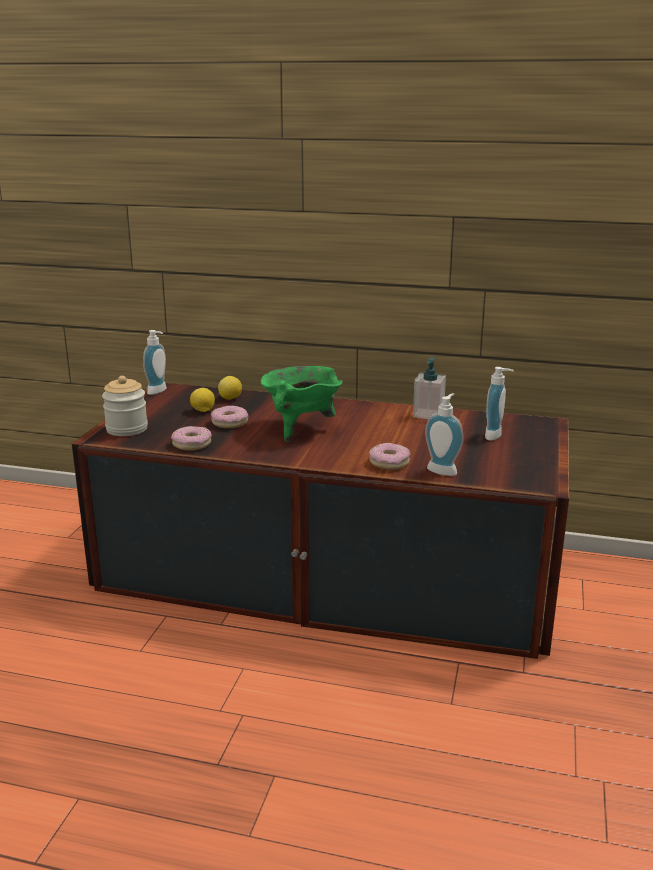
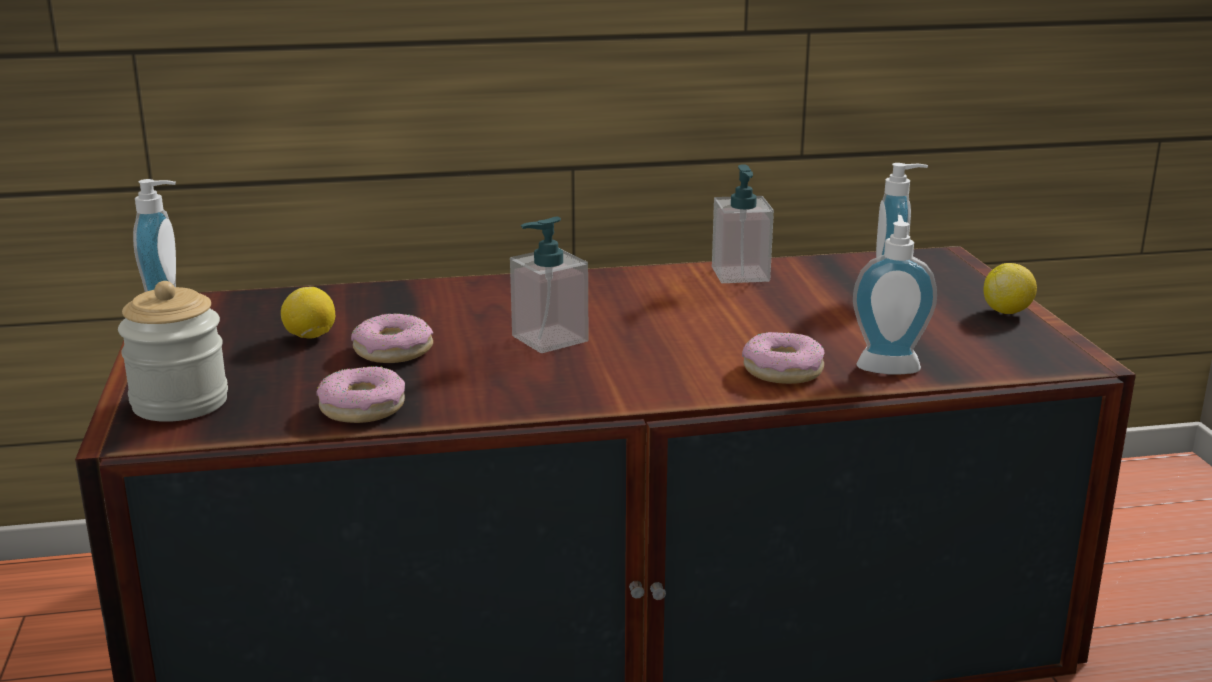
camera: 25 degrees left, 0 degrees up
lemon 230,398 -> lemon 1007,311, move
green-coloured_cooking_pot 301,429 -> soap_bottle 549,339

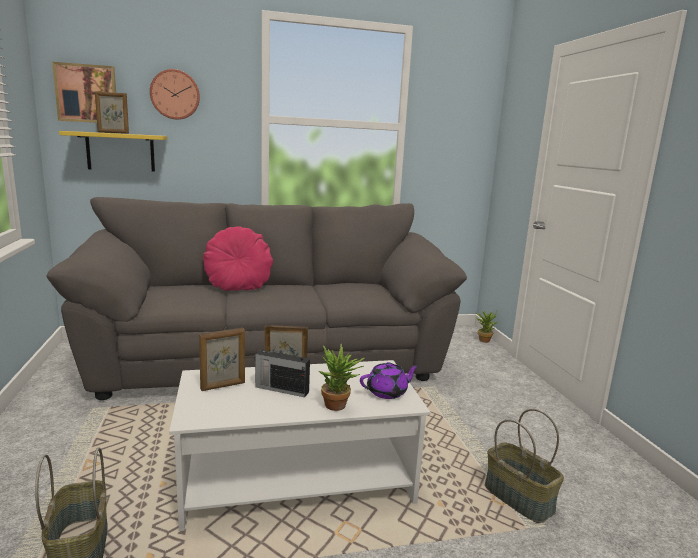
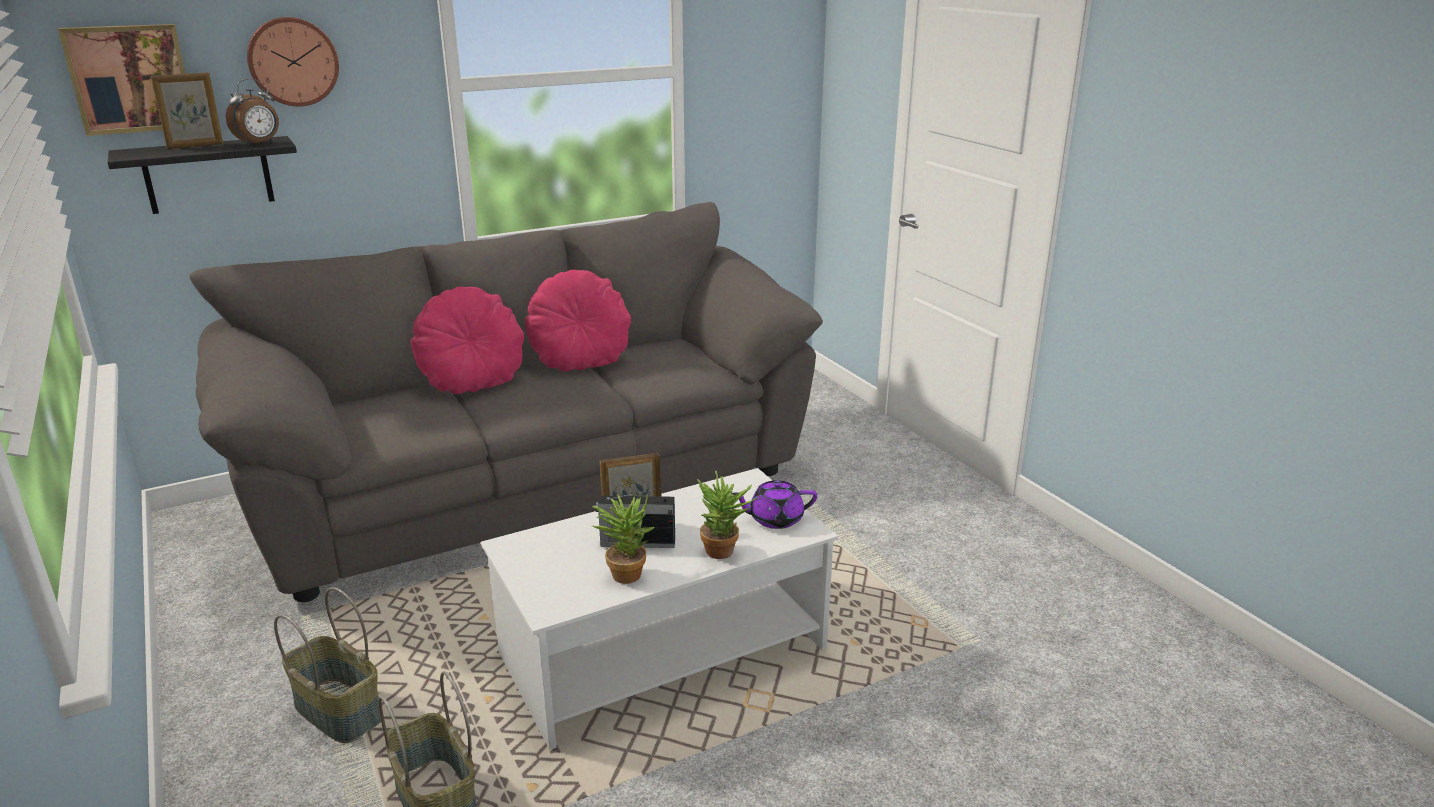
camera: 15 degrees left, 10 degrees up
standing_frame 223,386 -> none
none -> alarm_clock 259,144
none -> pink-coloured_throw_pillow 581,365
potted_plant 484,339 -> potted_plant 626,572, move
household_basket 519,498 -> household_basket 340,711, move
yellow_bracket_shelf 120,152 -> blackish_bracket_shelf 208,175
purple_tea_pot 388,392 -> purple_tea_pot 774,519, 150 degrees counterclockwise

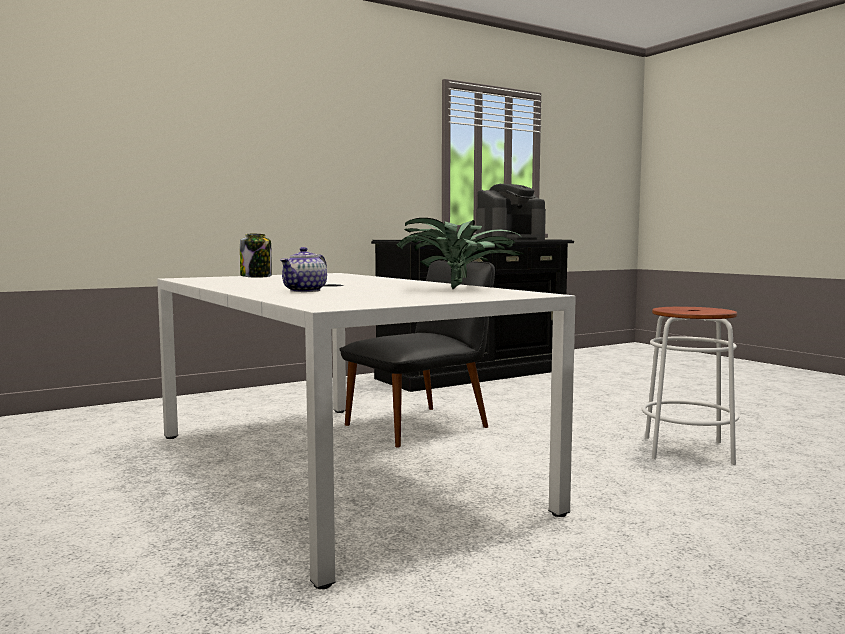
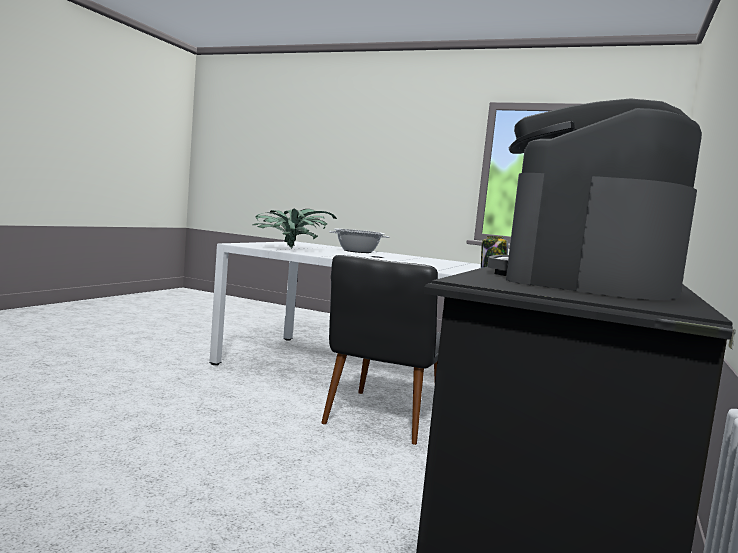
camera: 145 degrees right, 0 degrees up
white-coloured_sitting_stool 687,450 -> none
tea_pot 305,291 -> cooking_pot 357,251

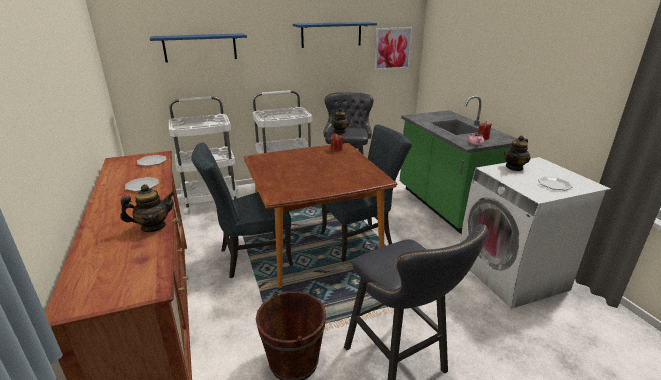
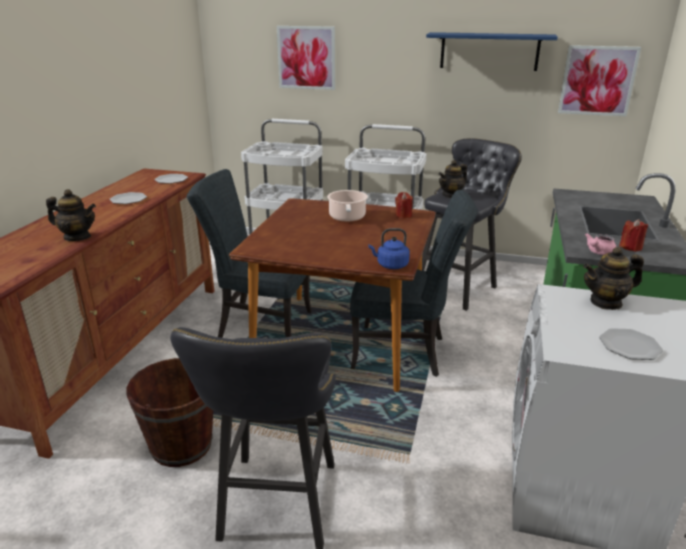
camera: 35 degrees right, 0 degrees up
none -> cooking_pot 347,218
none -> blue-coloured_tea_kettle 390,265
blue-coloured_bracket_shelf 200,47 -> wall_art 306,57

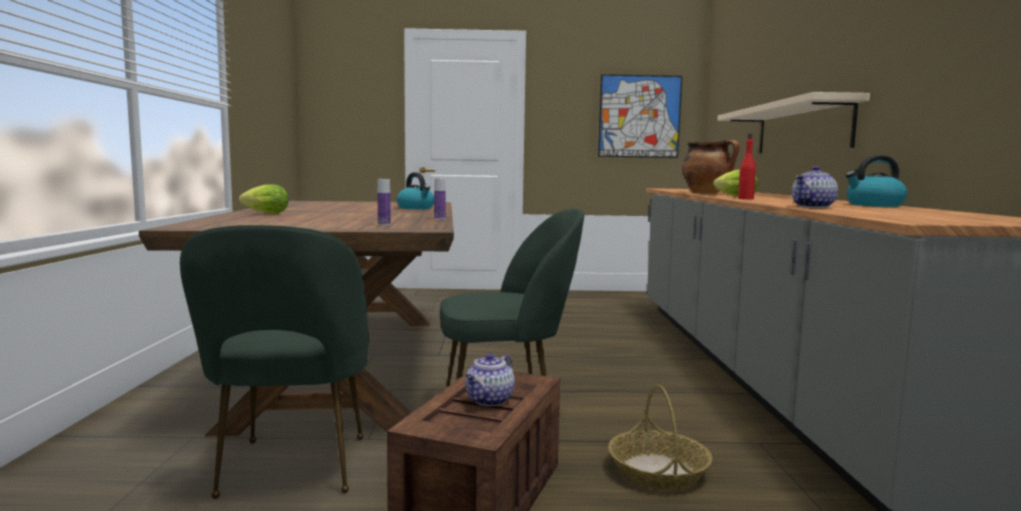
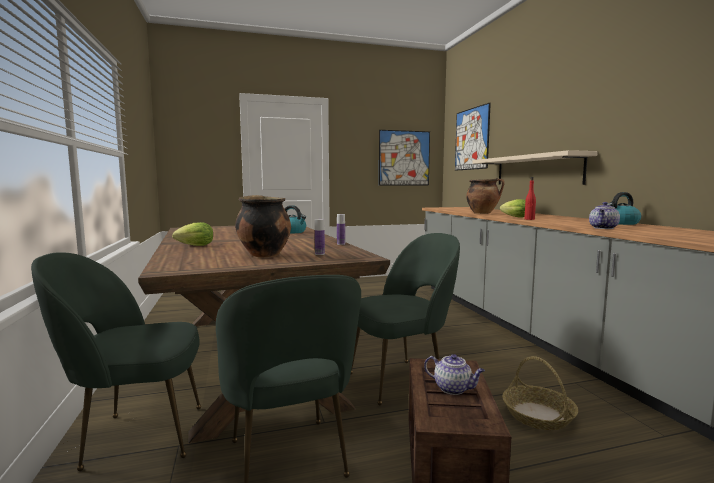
camera: 15 degrees left, 0 degrees up
none -> green-coloured_upright_chair 135,437
none -> cooking_pot 263,255
none -> wall_art 471,139
tea_pot 489,400 -> tea_pot 453,388, 75 degrees counterclockwise

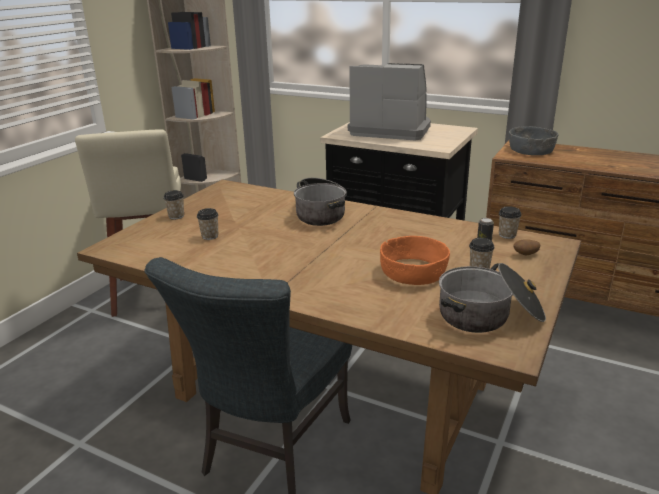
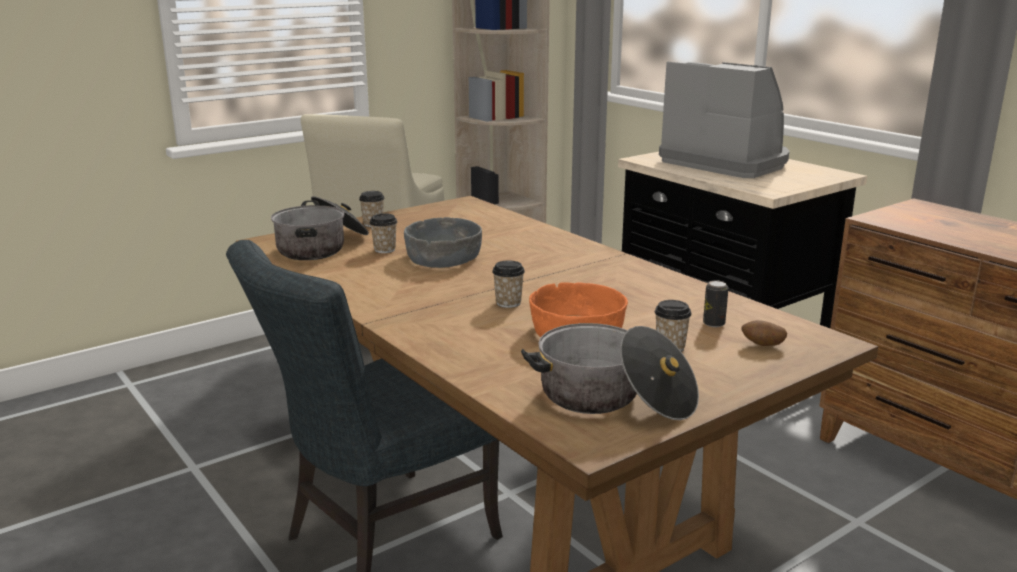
camera: 25 degrees right, 5 degrees down
cooking_pot 322,213 -> cooking_pot 322,247, move
small_cup 507,235 -> small_cup 508,303, move
grey_deep_dish 530,149 -> grey_deep_dish 443,256, move

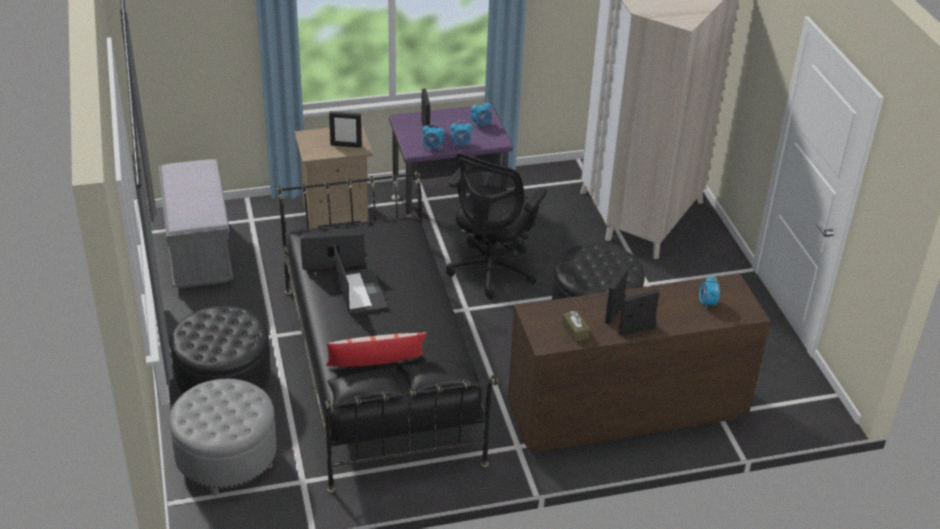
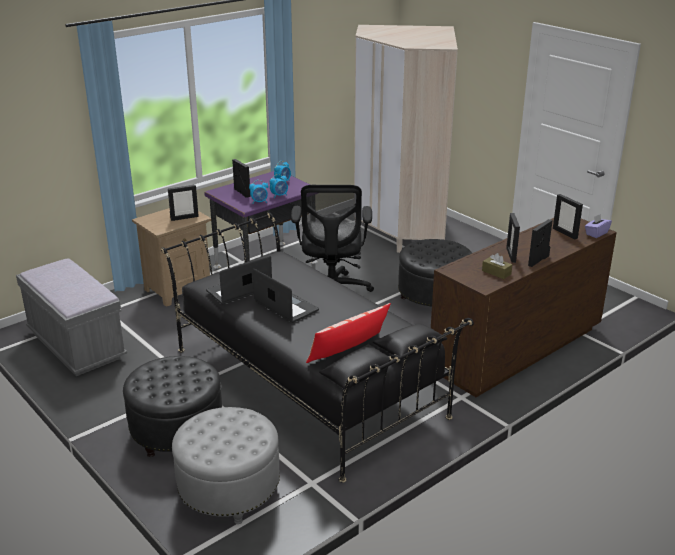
camera: 25 degrees left, 10 degrees down
none -> purple_tissue_box 596,233
alarm_clock 707,303 -> standing_frame 565,233

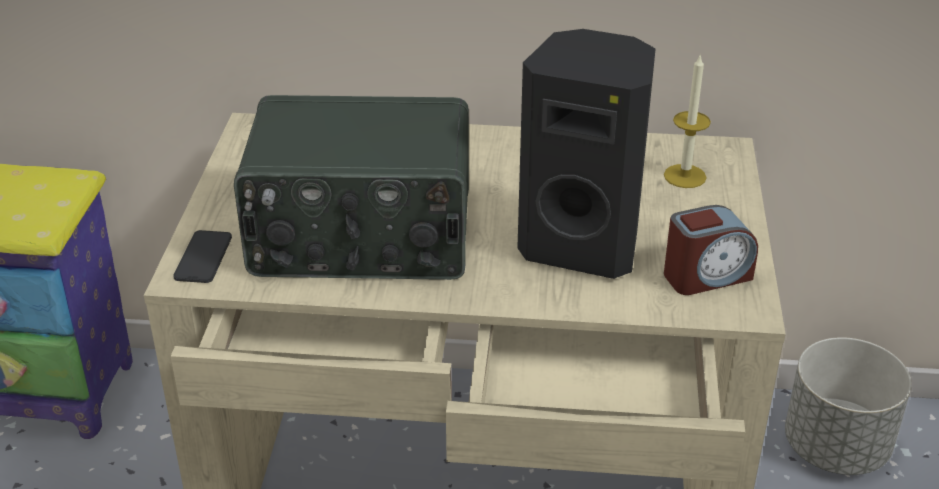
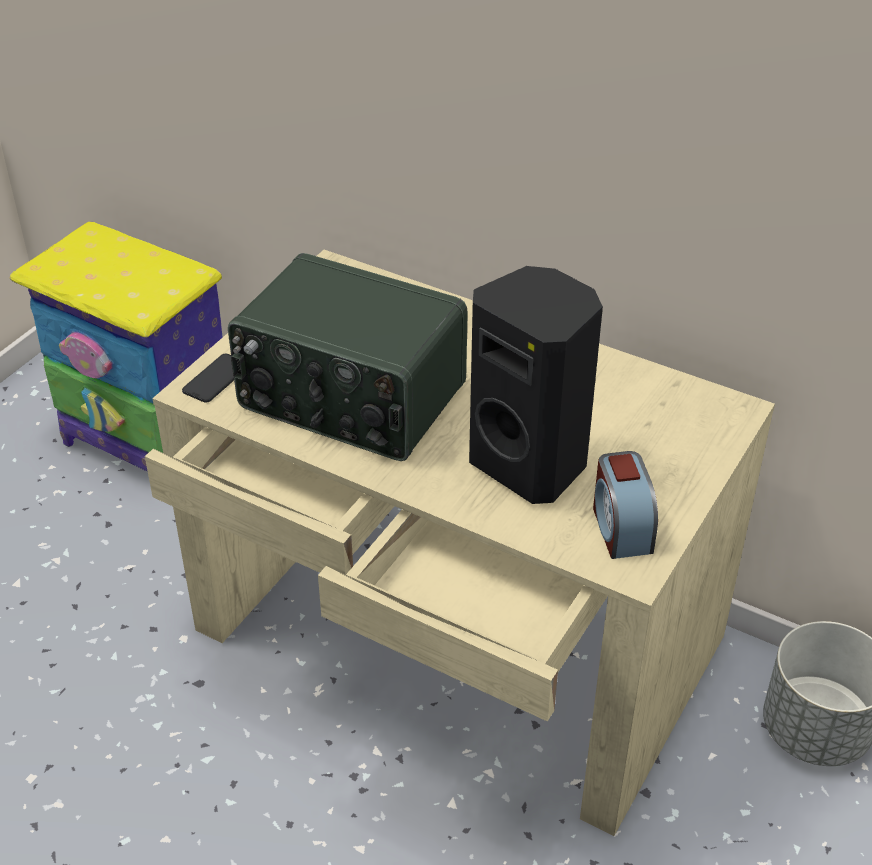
camera: 25 degrees right, 5 degrees up
wax_candle 685,176 -> none
alarm_clock 706,276 -> alarm_clock 621,528, 75 degrees clockwise

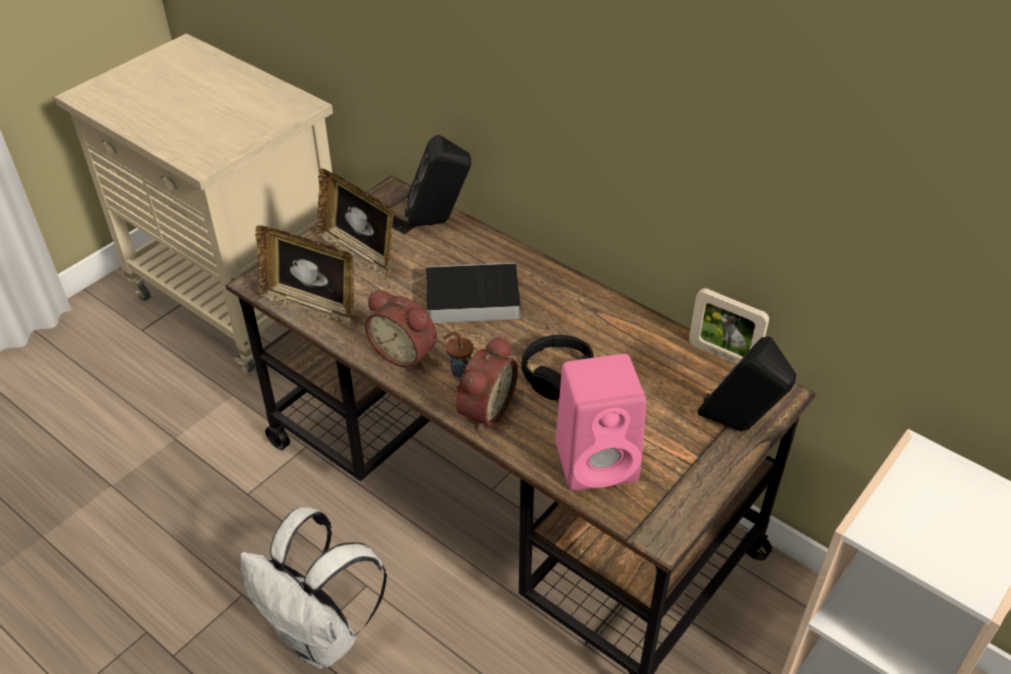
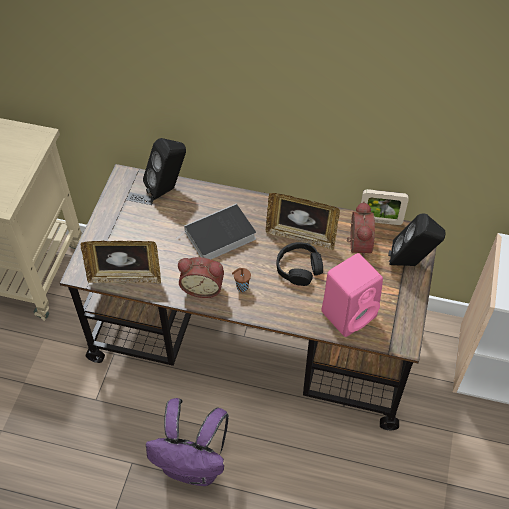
camera: 25 degrees left, 10 degrees up
standing_frame 359,252 -> standing_frame 301,236, move
alarm_clock 483,409 -> alarm_clock 357,244, move
white-coloured_rucksack 321,635 -> purple_rucksack 194,466

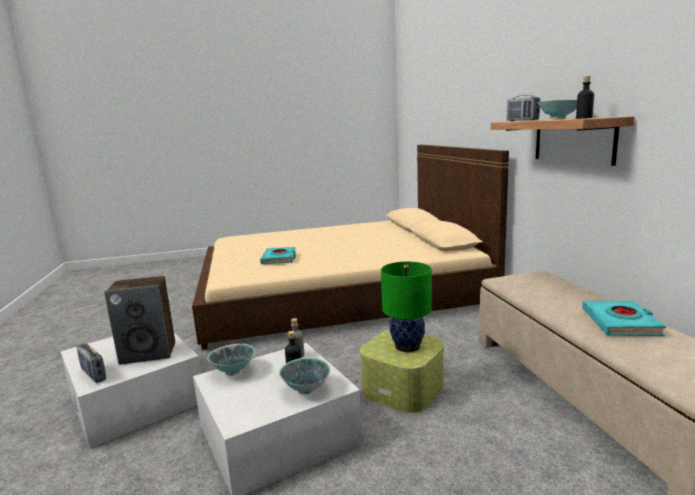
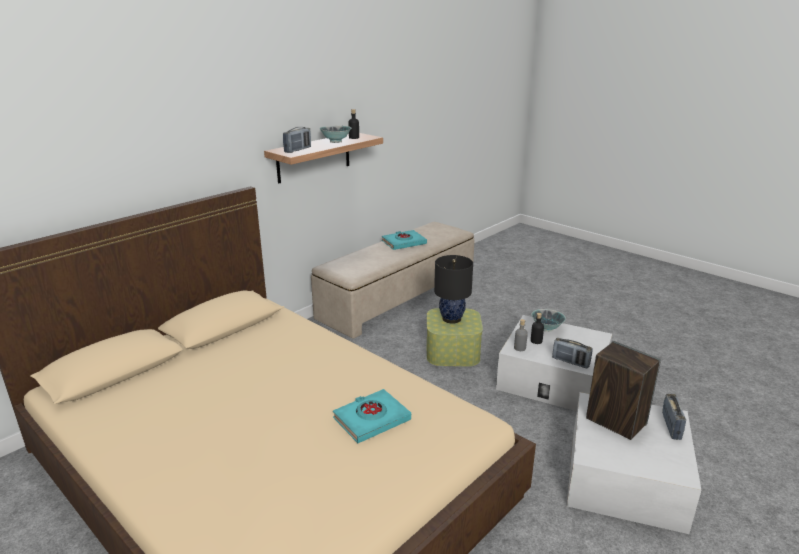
camera: 125 degrees left, 10 degrees up
deep_dish 234,372 -> radio_set 570,362
green-coloured_lamp_for_a_table 407,346 -> blackish_lamp_for_a_table 451,318

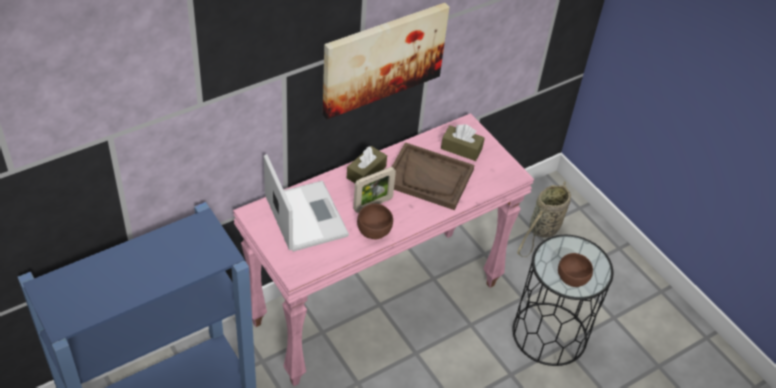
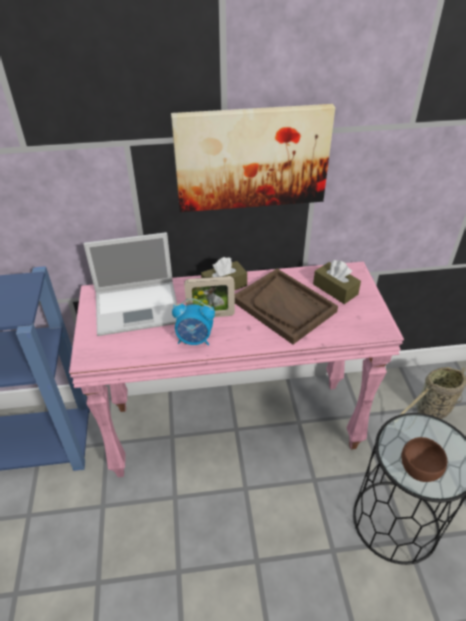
camera: 30 degrees right, 5 degrees down
brownish_deep_dish 374,230 -> alarm_clock 195,340
portable_computer 305,215 -> portable_computer 139,307, 75 degrees clockwise

